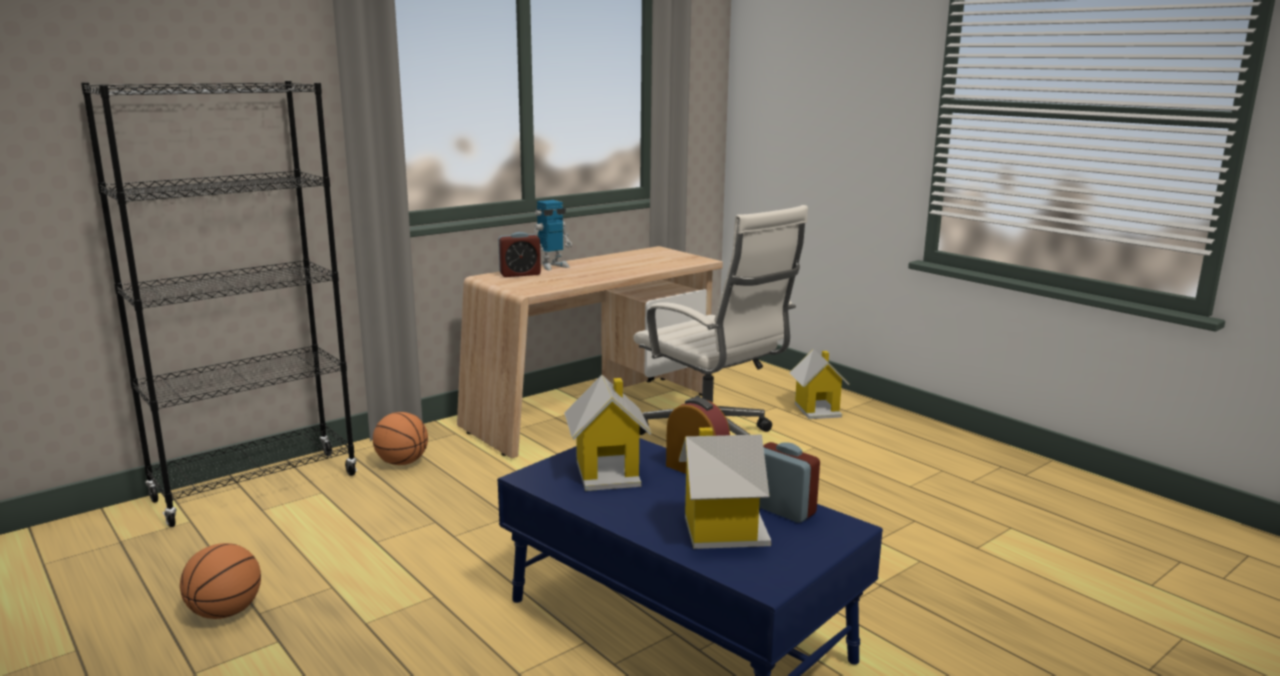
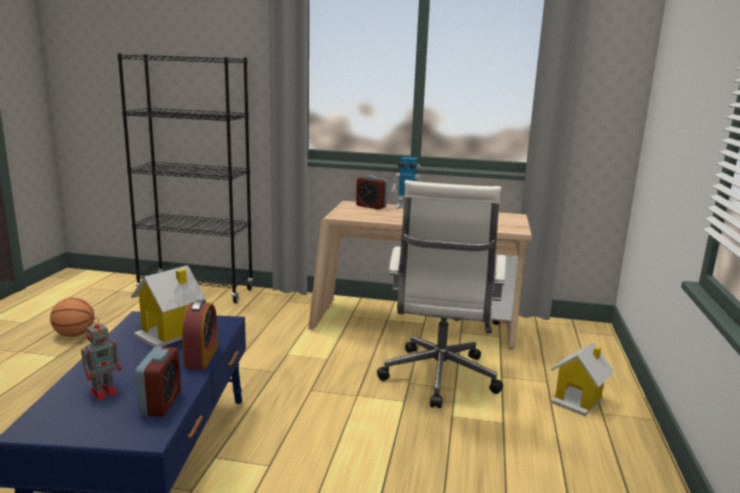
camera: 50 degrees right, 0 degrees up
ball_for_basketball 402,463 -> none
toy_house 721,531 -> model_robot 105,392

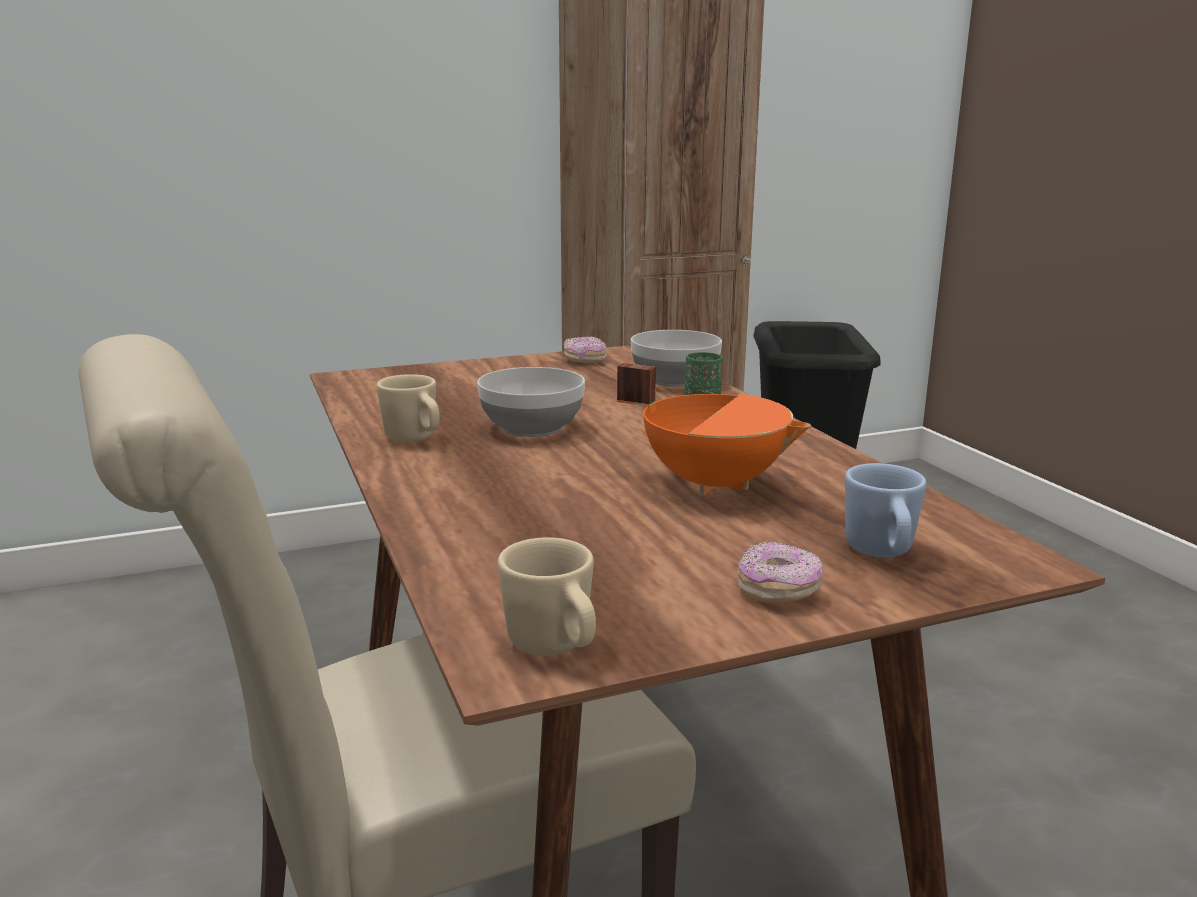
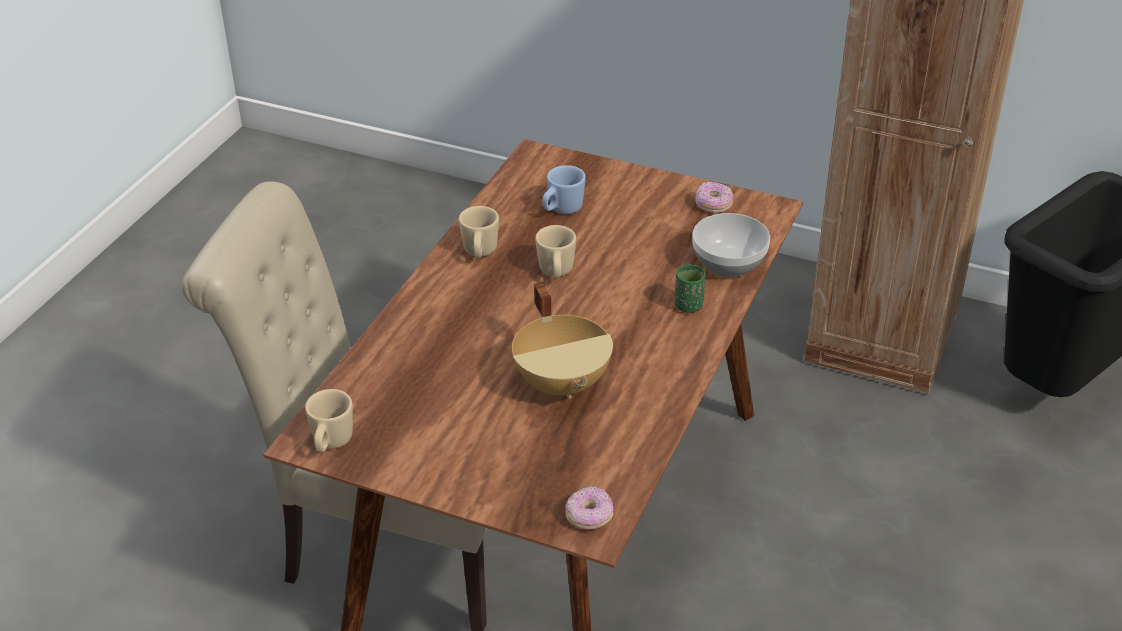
camera: 45 degrees right, 20 degrees up
donut 778,591 -> donut 589,517, move
blue-coloured_mug 882,554 -> blue-coloured_mug 561,210, move
deep_dish 532,427 -> beige_mug 556,273
orangey_cooking_pot 714,482 -> beige_cooking_pot 563,382

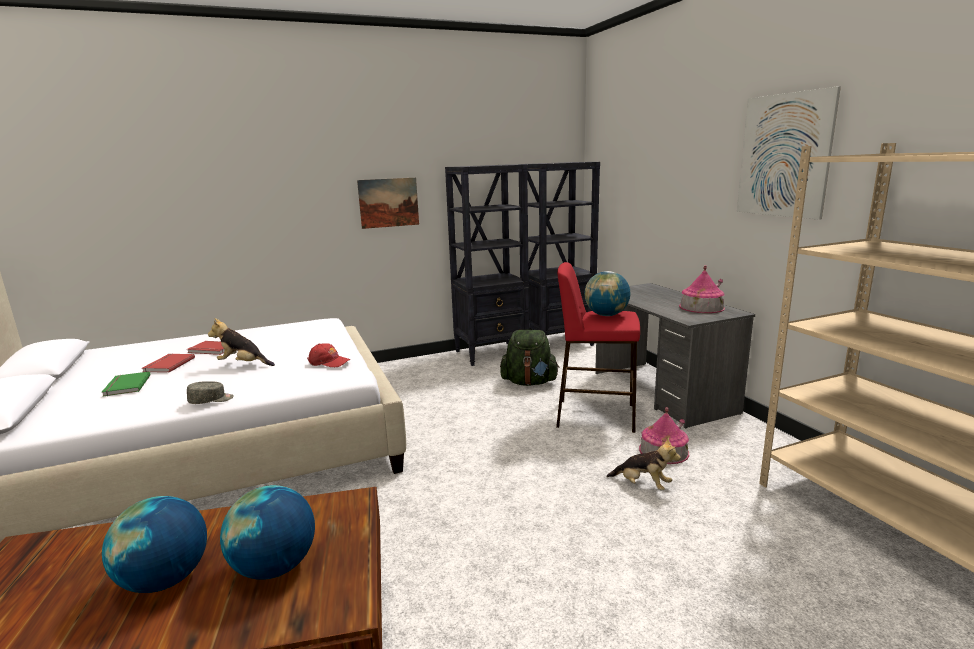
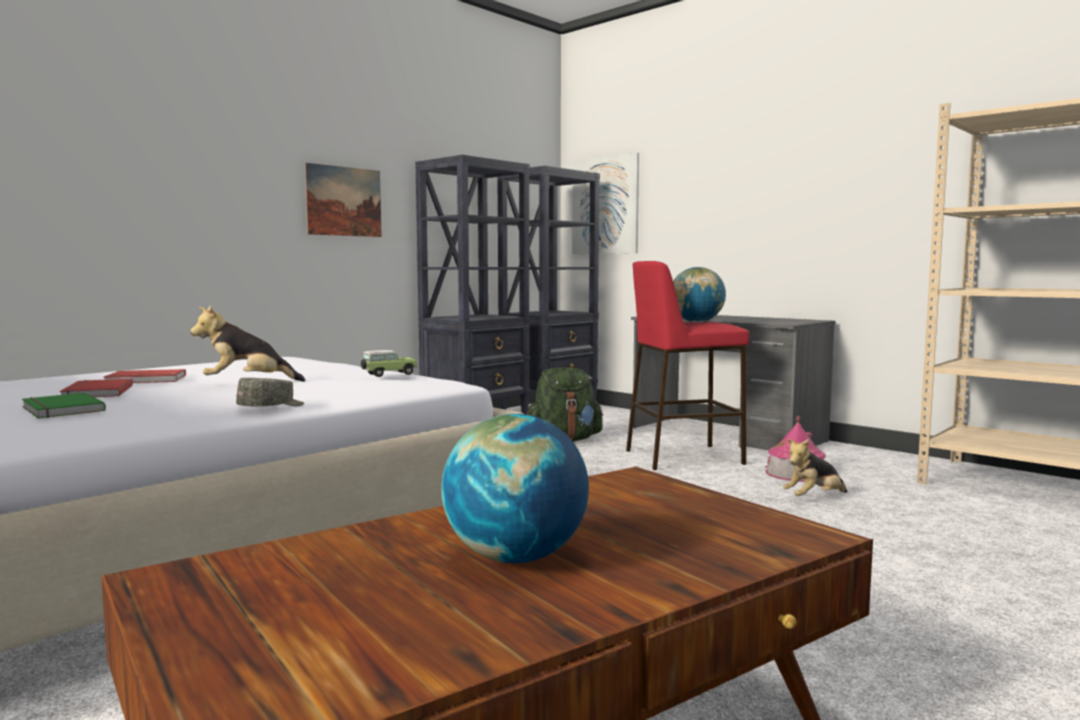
camera: 25 degrees left, 10 degrees down
world_globe 275,567 -> none
toy_house 701,307 -> none
wall_art 784,155 -> wall_art 605,205, move
reddish_cap 328,362 -> toy_car 387,374
plush_toy 643,485 -> plush_toy 814,498, 150 degrees clockwise

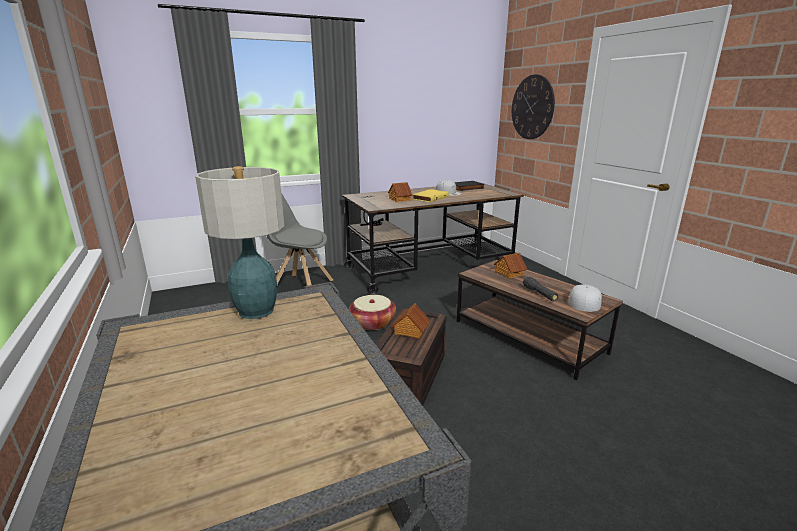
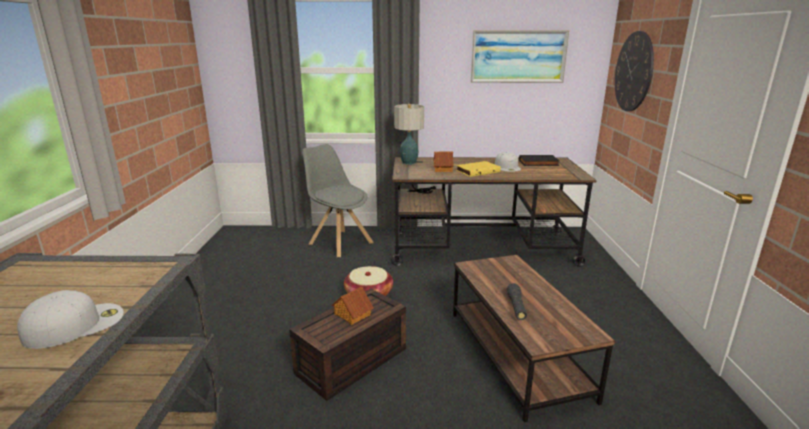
camera: 25 degrees right, 0 degrees up
toy_house 509,273 -> none
none -> wall_art 518,56
lamp_for_a_table 255,311 -> lamp_for_a_table 408,162, move
white-coloured_cap 584,301 -> white-coloured_cap 75,324, move

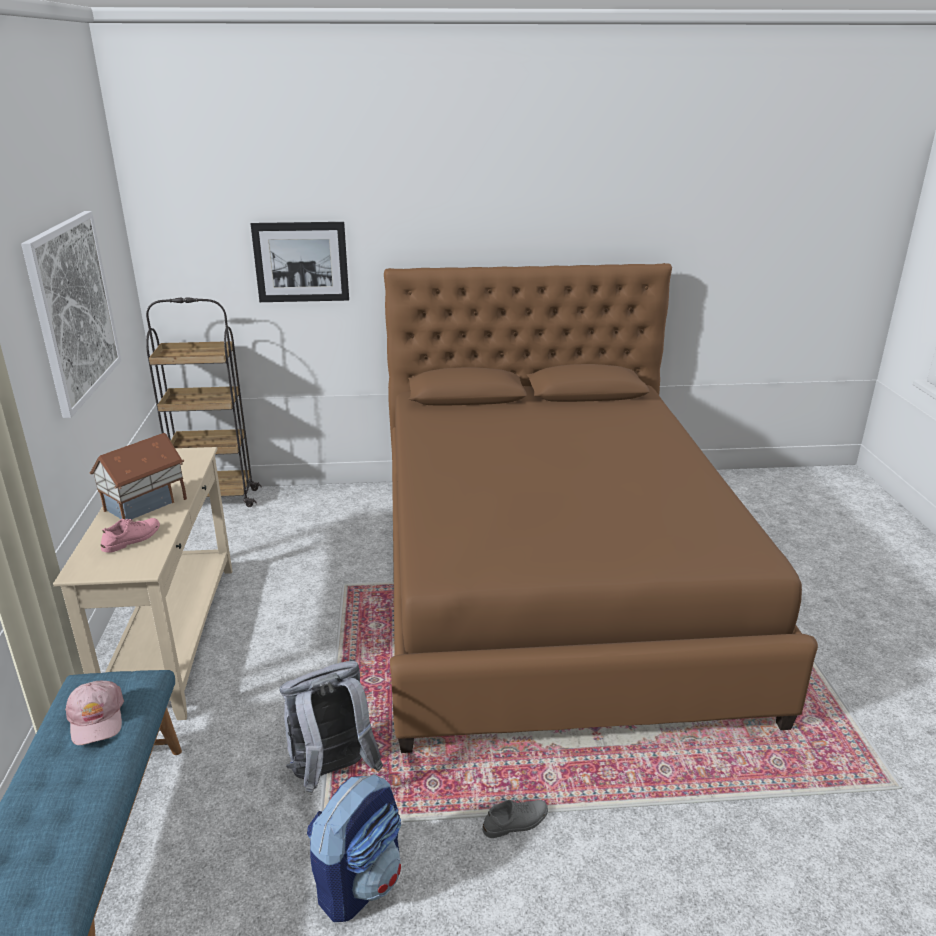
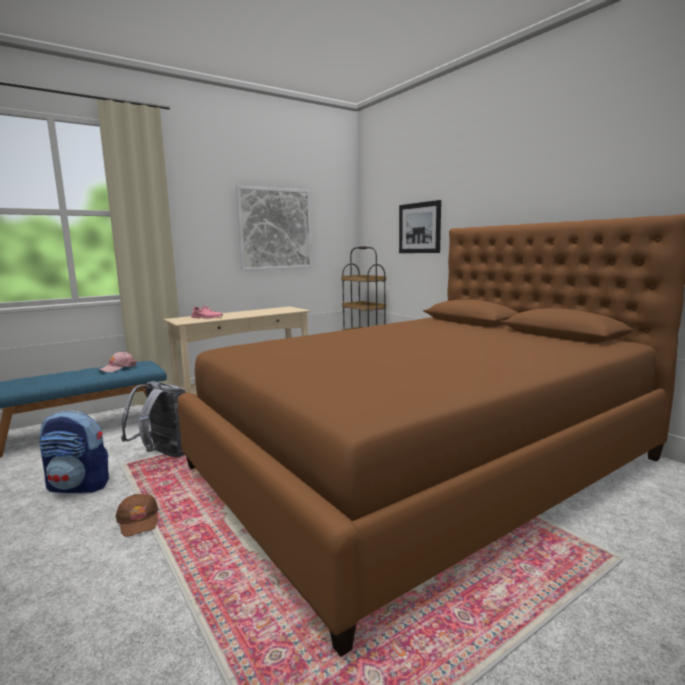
camera: 60 degrees right, 15 degrees down
toy_house 146,505 -> none
grey_low_shoe 515,822 -> brownish_cap 139,521

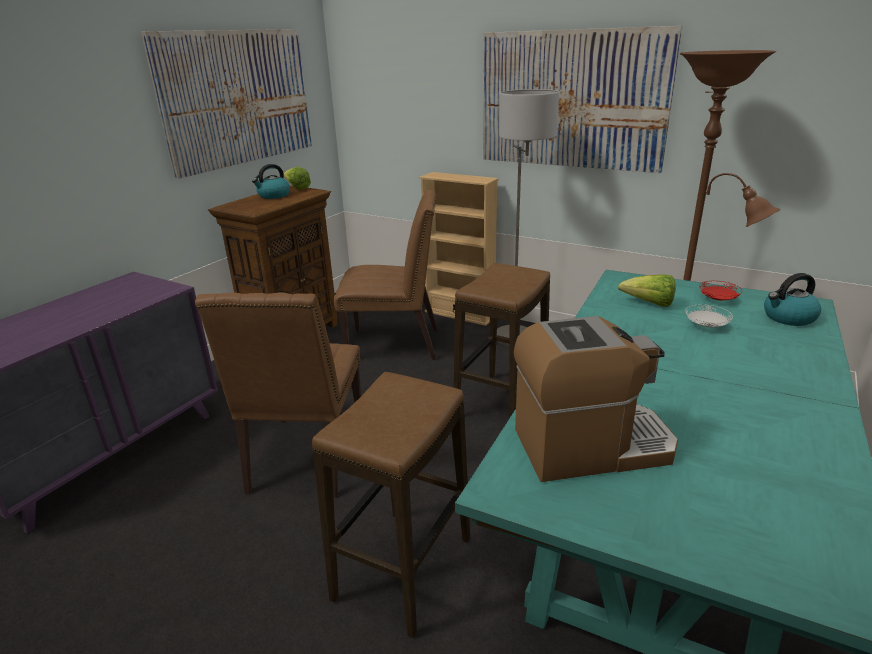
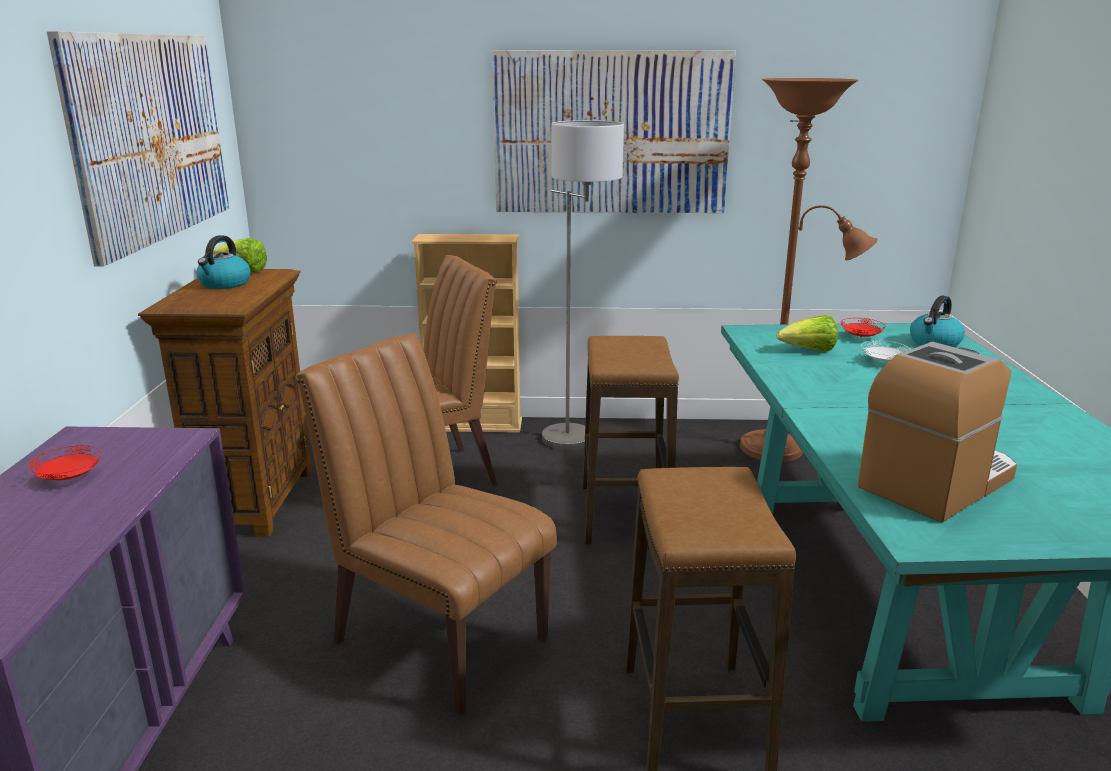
camera: 30 degrees left, 5 degrees down
none -> reddish_plate 70,478
brownish_upright_chair 307,454 -> brownish_upright_chair 441,642, 150 degrees clockwise

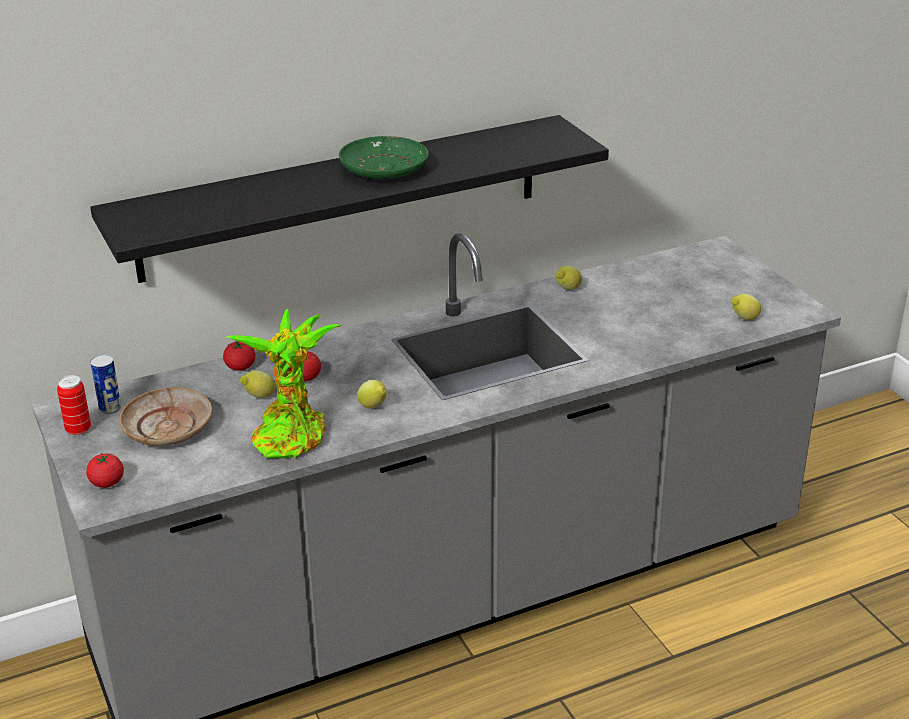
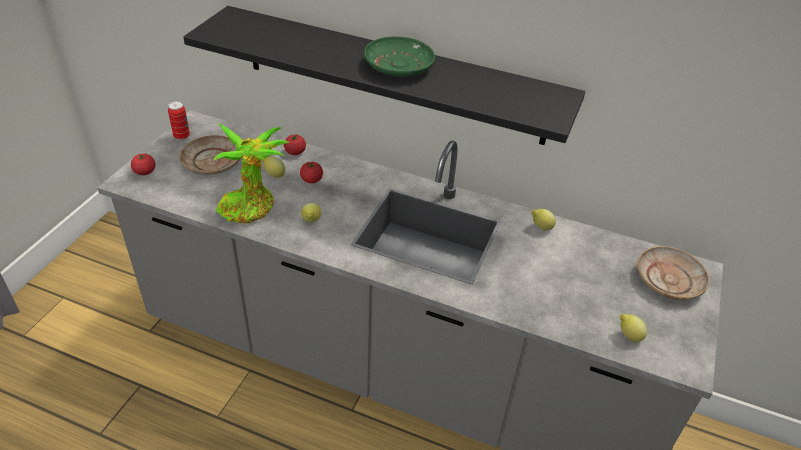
camera: 45 degrees right, 10 degrees up
can 110,408 -> none
none -> beige_plate 669,280

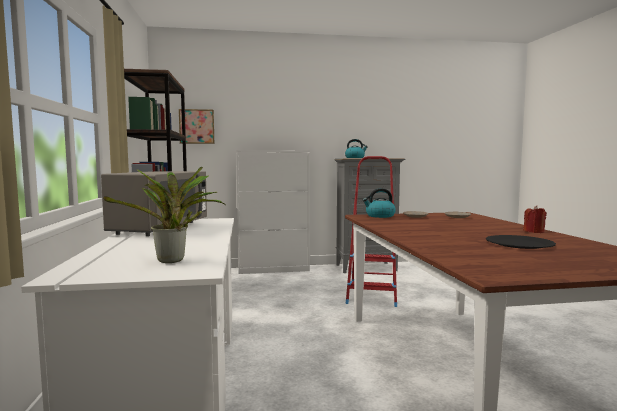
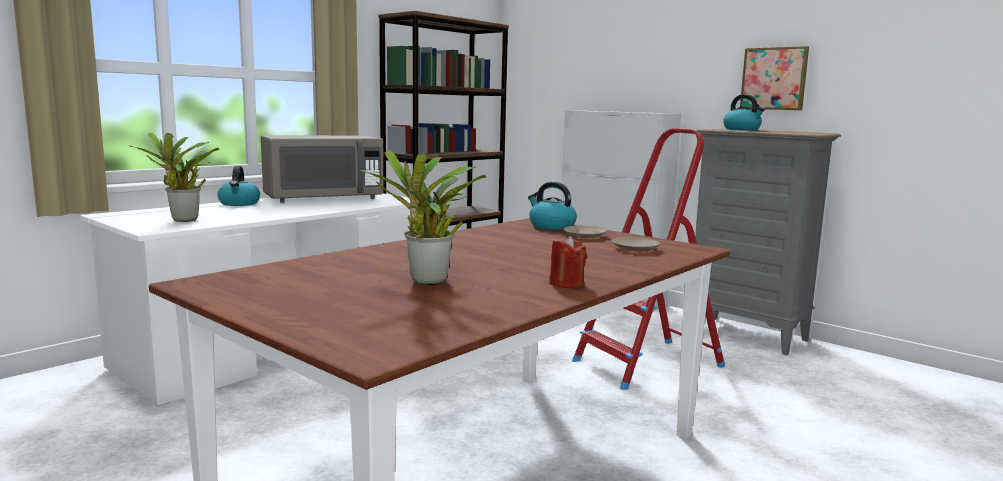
camera: 50 degrees right, 5 degrees up
none -> tea_kettle 239,204
wall_art 197,126 -> wall_art 774,78, move
blackish_plate 519,244 -> potted_plant 427,283

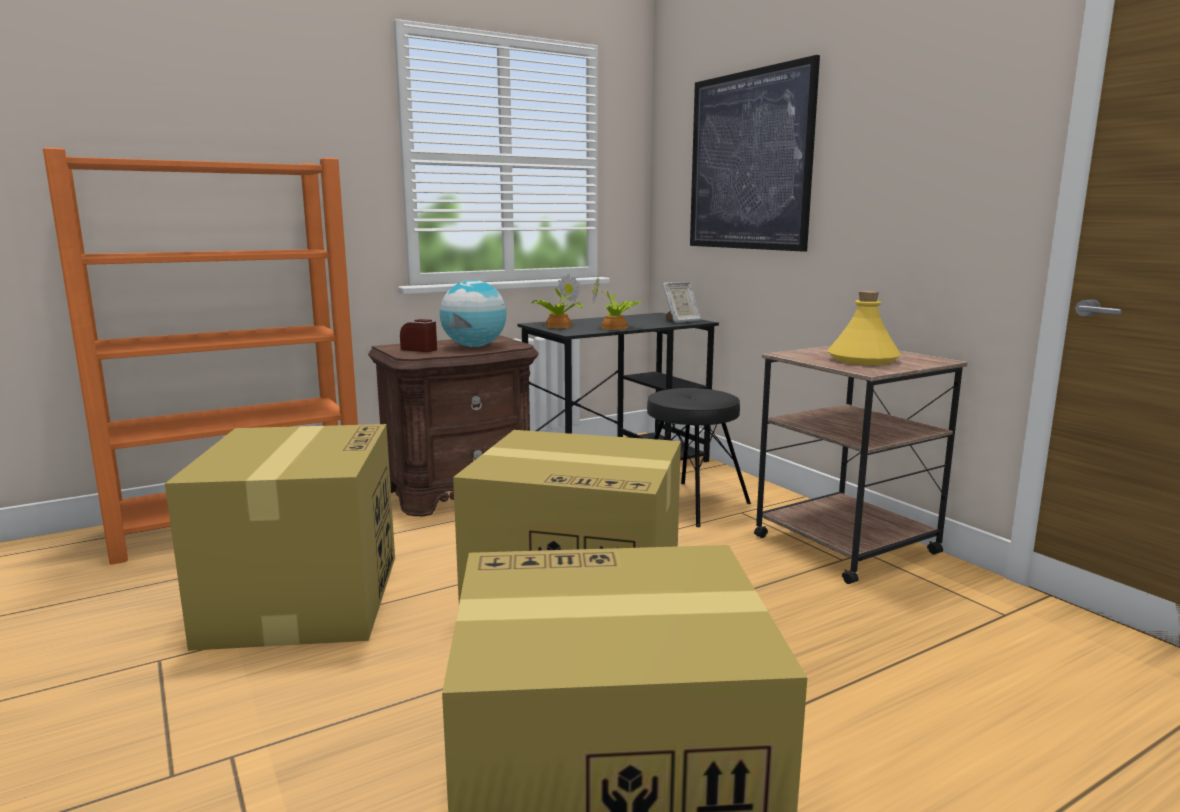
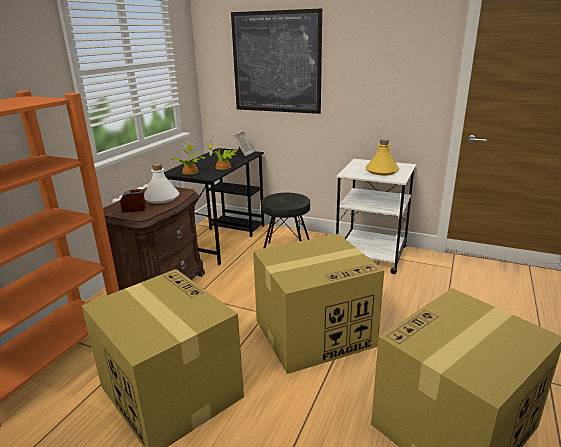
camera: 35 degrees left, 10 degrees up
world_globe 474,346 -> white-coloured_beverage_bottle 161,198
brownish_trolley 847,546 -> white-coloured_trolley 372,255

